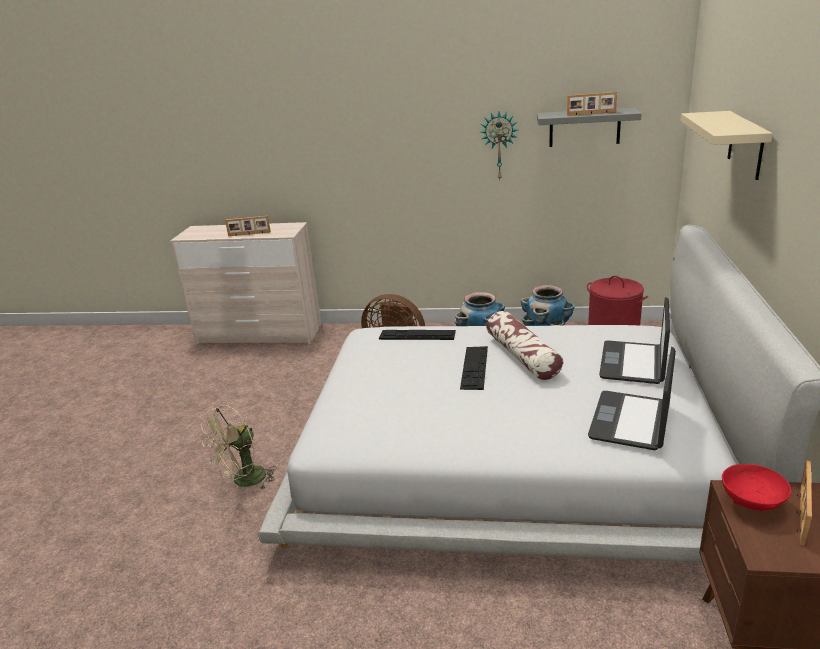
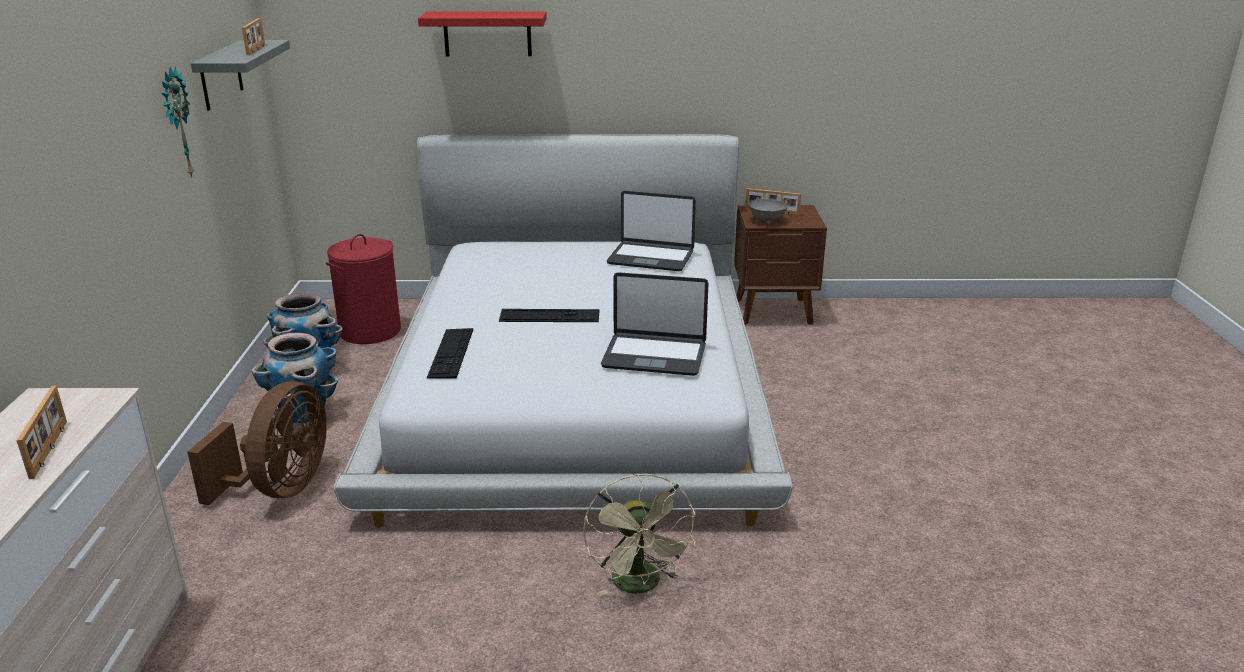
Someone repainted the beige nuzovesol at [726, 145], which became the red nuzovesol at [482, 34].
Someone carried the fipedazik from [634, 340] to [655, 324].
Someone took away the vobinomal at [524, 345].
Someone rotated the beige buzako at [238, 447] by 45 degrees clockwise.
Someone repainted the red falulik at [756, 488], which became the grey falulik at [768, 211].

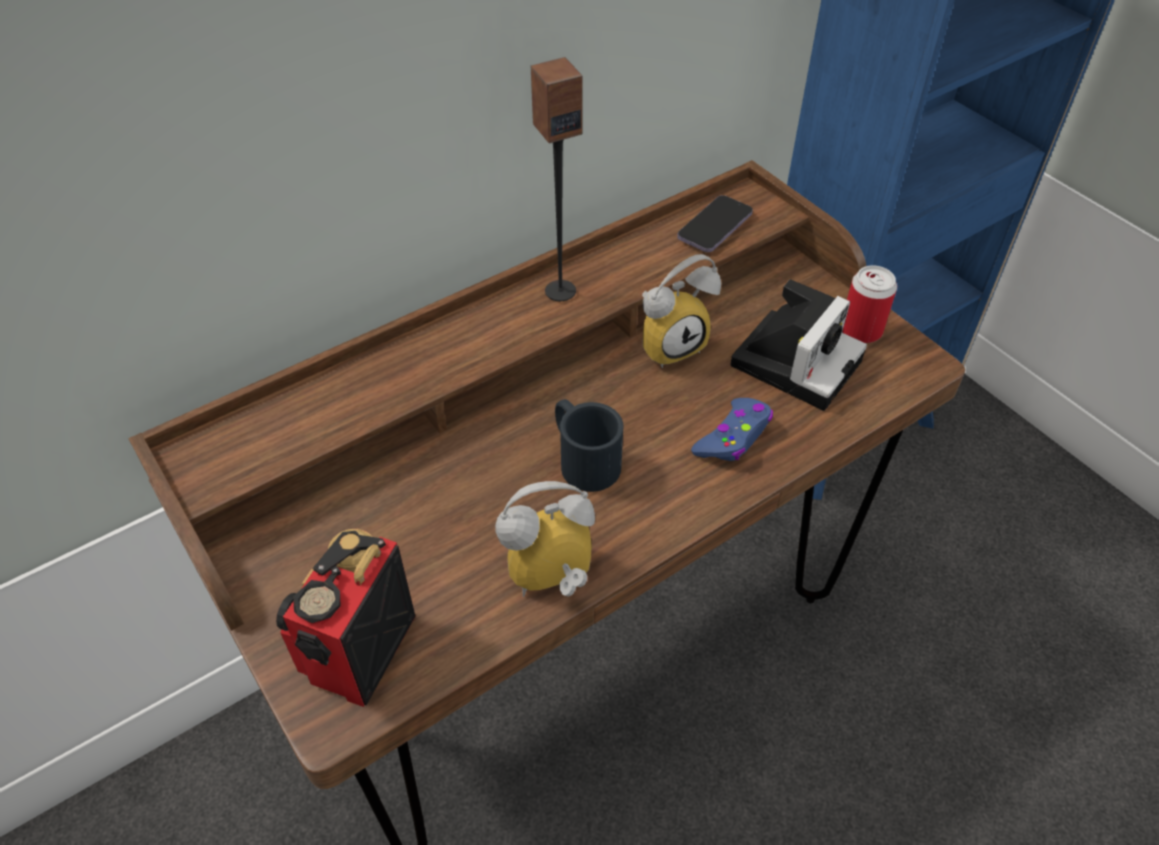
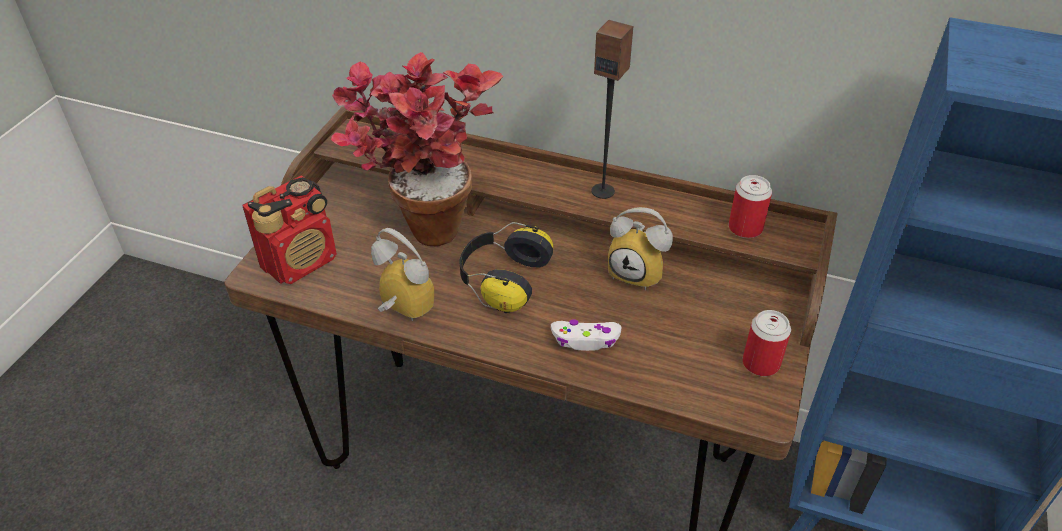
Someone swapped the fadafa at [715, 223] for the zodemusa at [750, 206].
Someone took away the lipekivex at [798, 345].
Someone repainted the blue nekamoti at [732, 429], which became the white nekamoti at [586, 335].
Someone swapped the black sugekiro at [589, 445] for the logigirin at [506, 267].
Someone rotated the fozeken at [345, 618] by 150 degrees clockwise.
Someone put down the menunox at [417, 149].

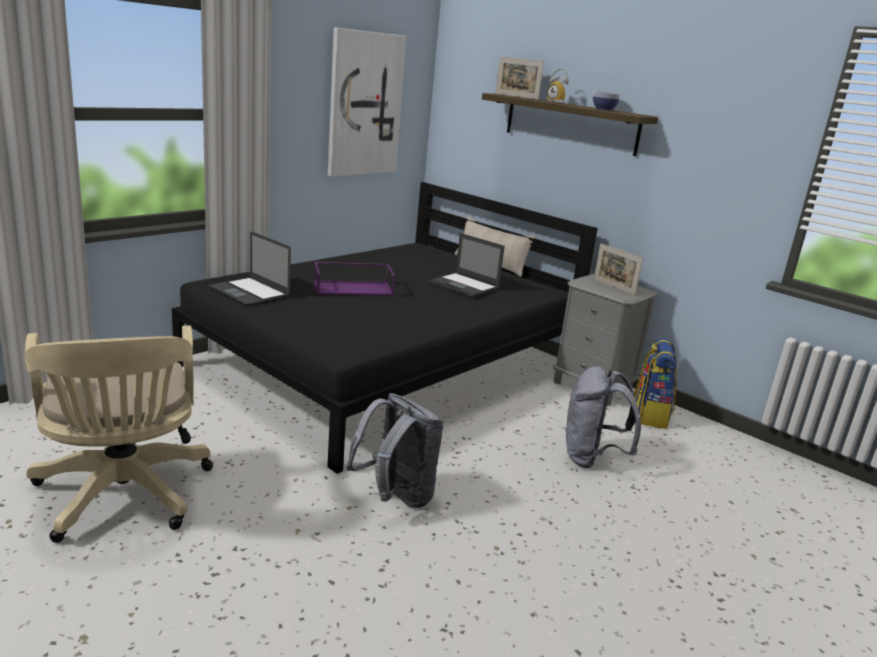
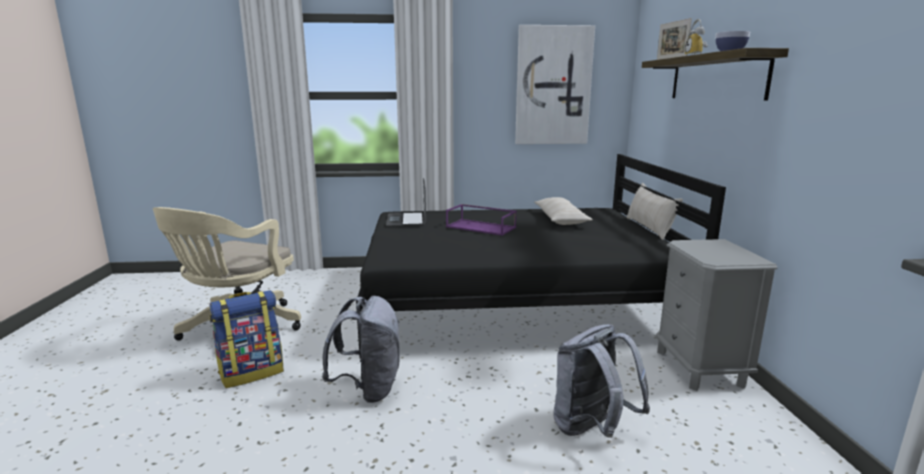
Someone took away the fipedazik at [467, 265].
Someone took away the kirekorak at [618, 269].
Someone carried the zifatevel from [655, 383] to [247, 339].
Someone put down the beige vobinomal at [563, 211].

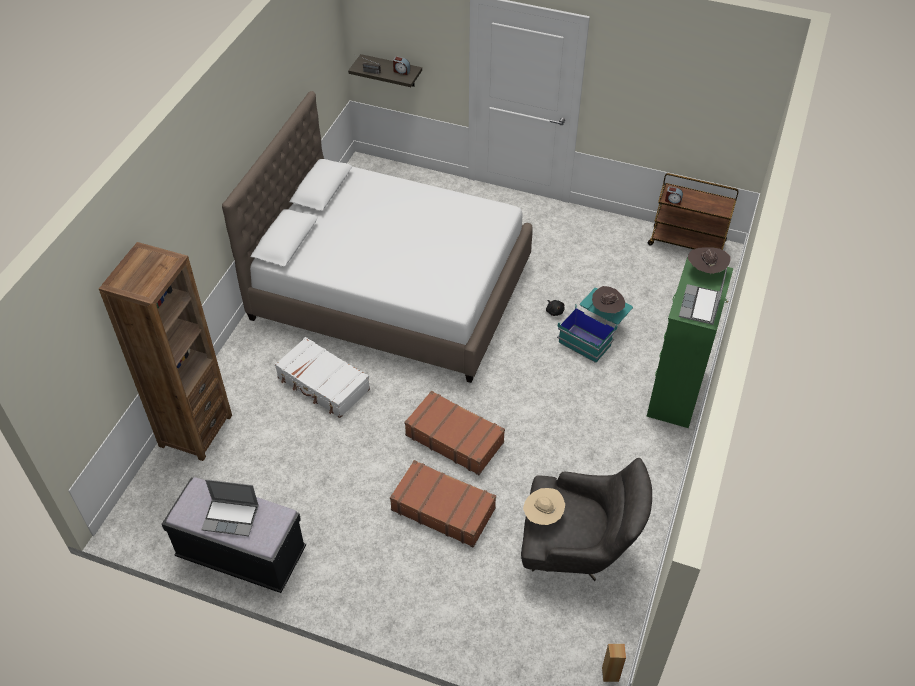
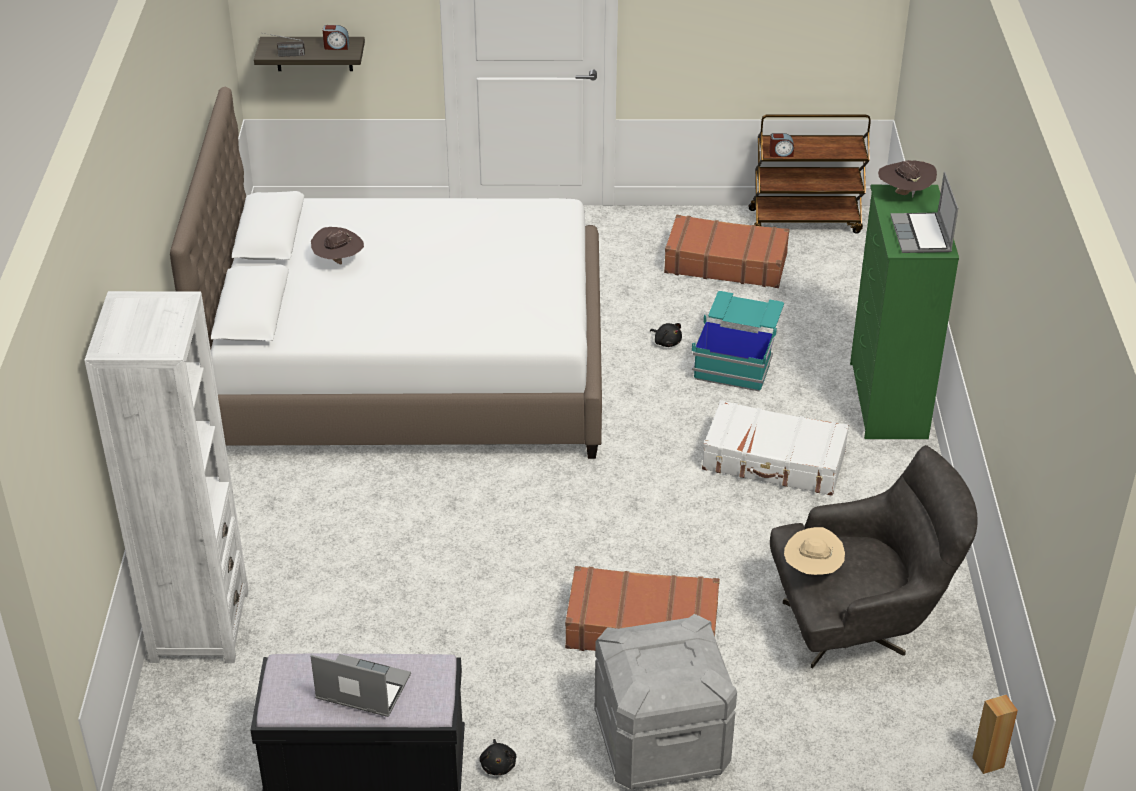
Someone repainted the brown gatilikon at [165, 351], which became the white gatilikon at [166, 477].
Someone carried the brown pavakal from [608, 299] to [337, 245].
Someone carried the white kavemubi from [322, 377] to [775, 448].
Someone carried the brown kavemubi from [454, 433] to [726, 251].
Someone rotated the fipedazik at [230, 507] by 150 degrees counterclockwise.
Someone put down the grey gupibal at [666, 702].
Someone put down the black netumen at [498, 757].

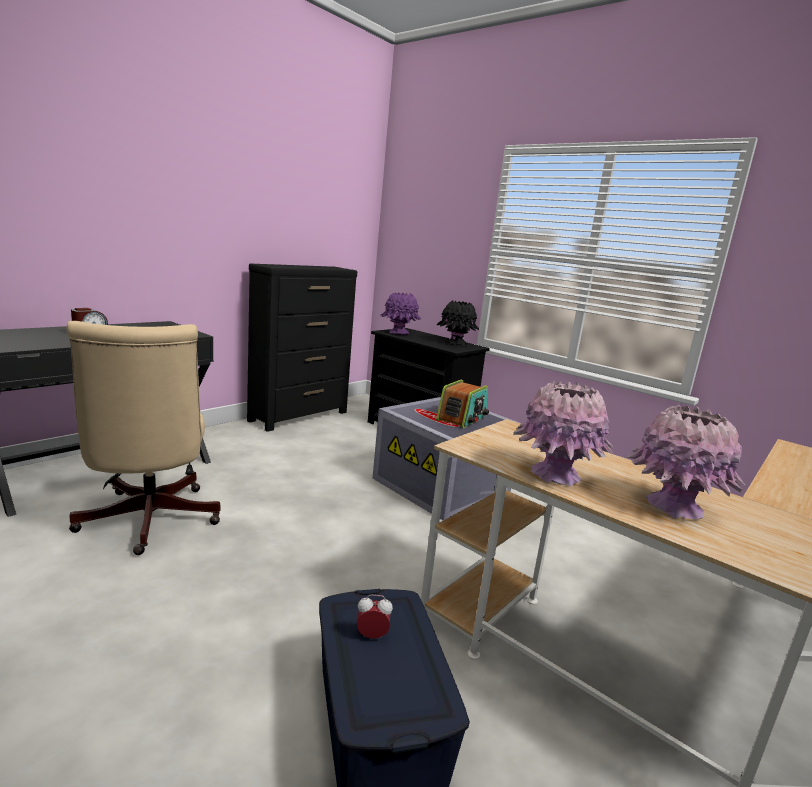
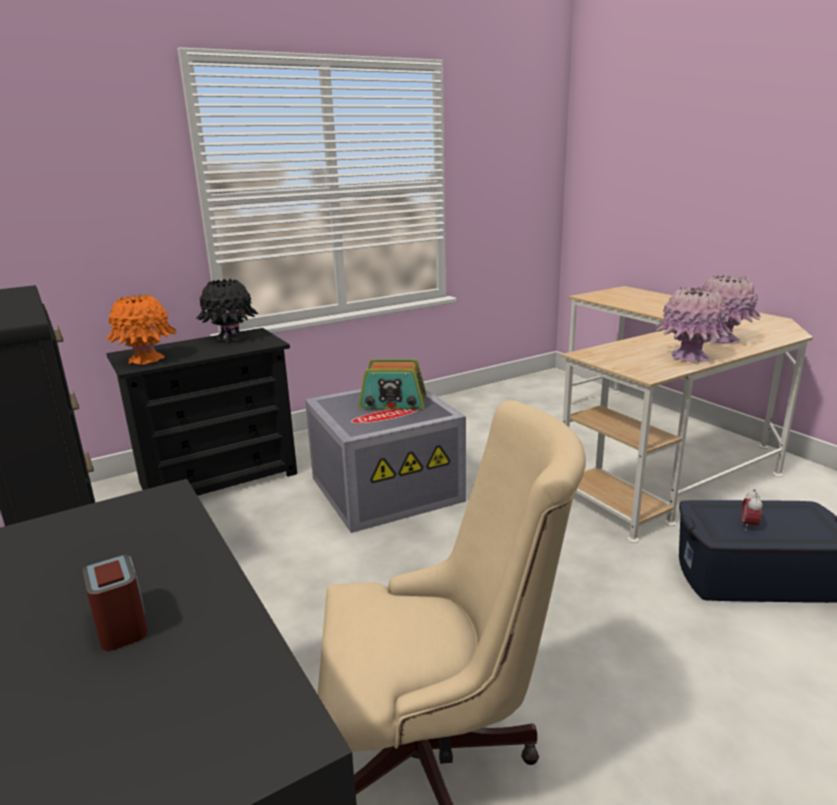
Someone repainted the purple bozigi at [401, 313], which became the orange bozigi at [141, 329].
Someone rotated the fozeken at [462, 404] by 135 degrees clockwise.

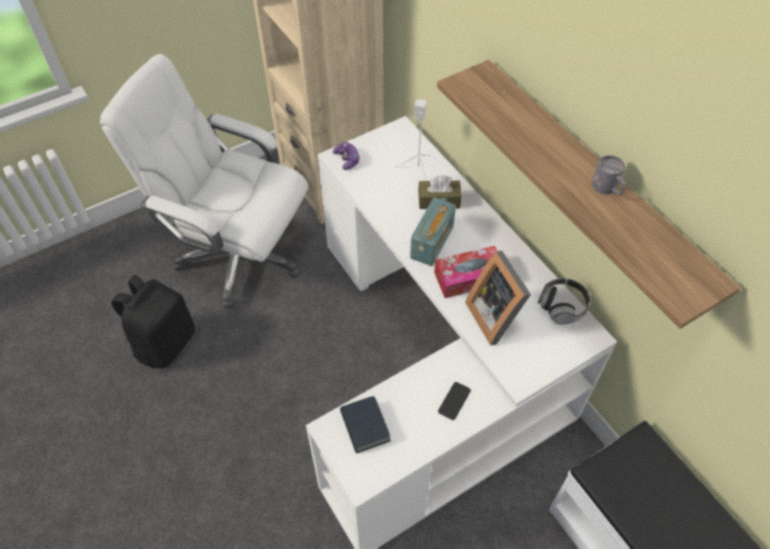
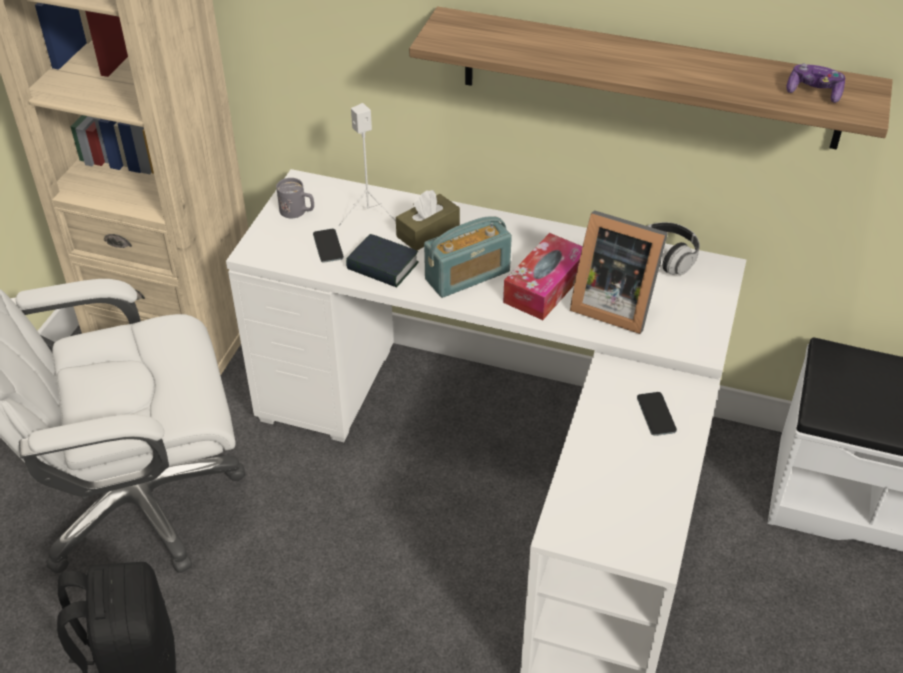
Someone carried the nekamoti from [346, 156] to [815, 83].
Someone carried the grey sugekiro from [609, 175] to [295, 198].
Someone rotated the fozeken at [433, 231] by 75 degrees clockwise.
Someone carried the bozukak from [365, 424] to [382, 260].
Someone put down the fadafa at [328, 246].

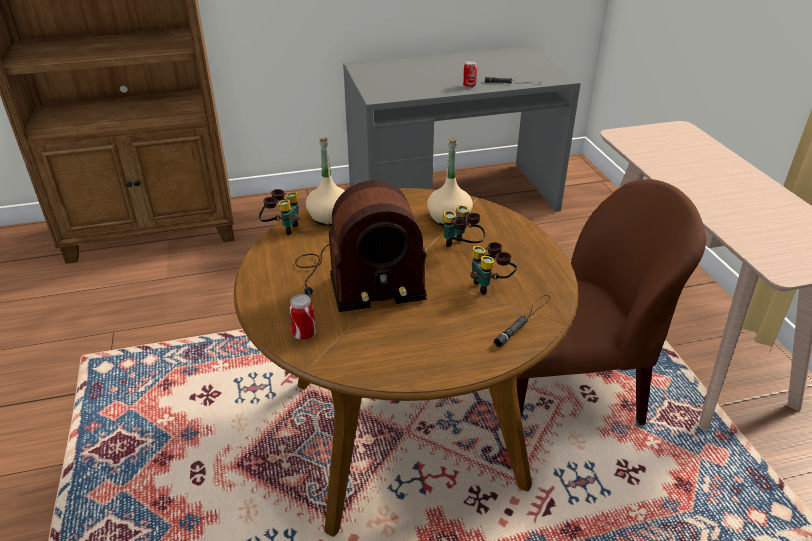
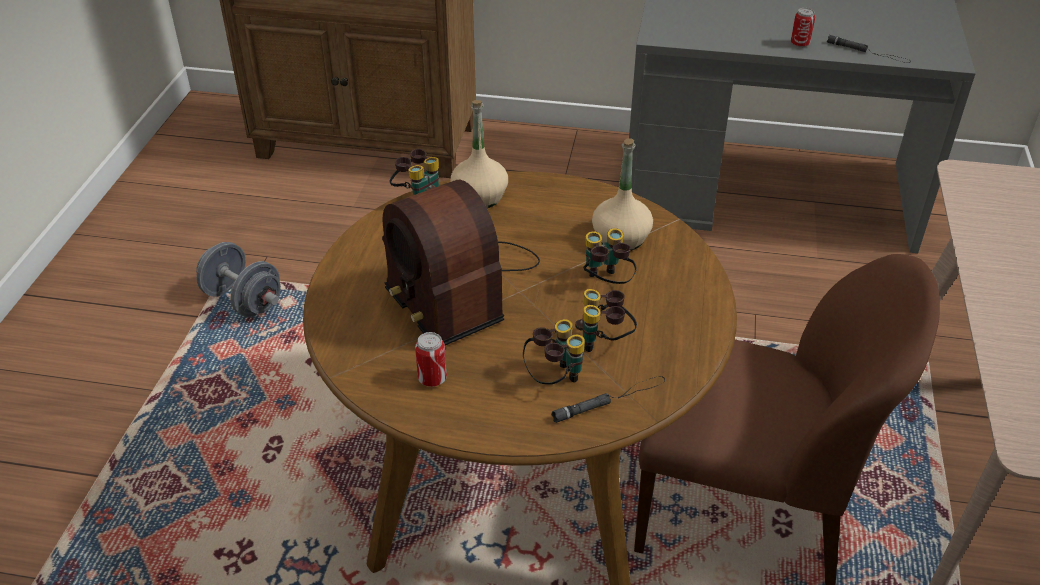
Someone rotated the fozeken at [361, 246] by 45 degrees clockwise.
Someone carried the zodemusa from [302, 317] to [431, 359].
Someone put down the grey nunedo at [238, 279].
Someone put down the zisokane at [554, 352].

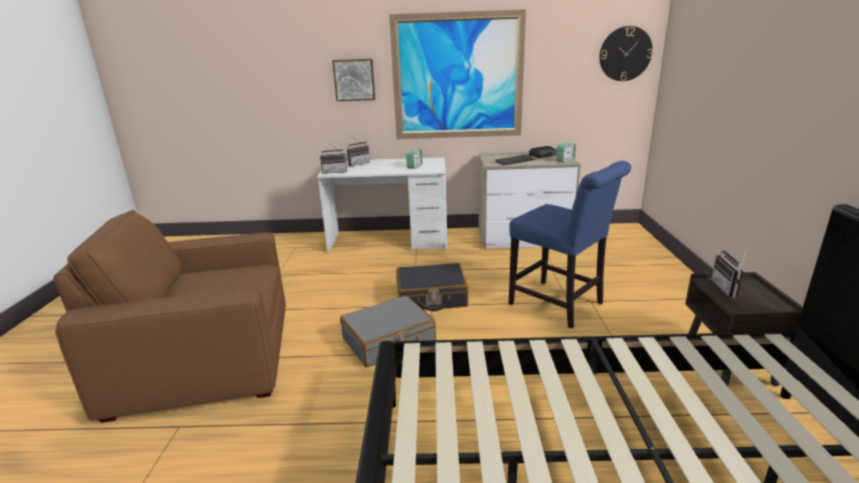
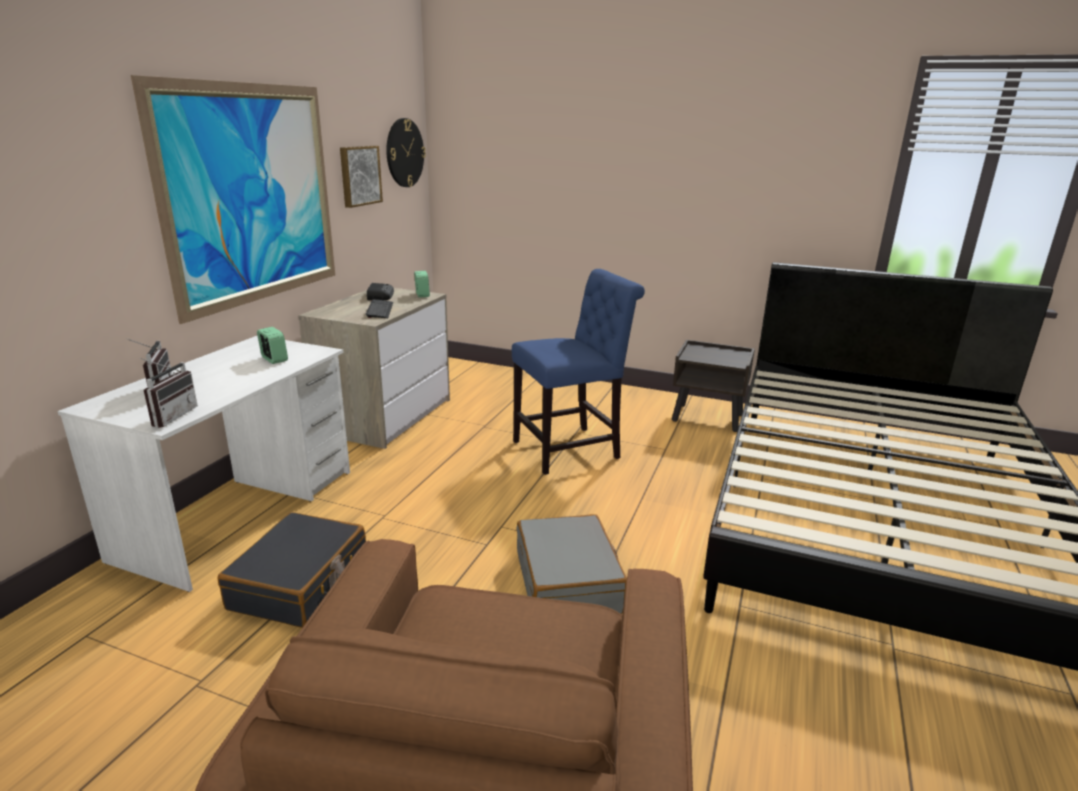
Someone carried the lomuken from [353, 80] to [361, 177].
Someone took away the fozeken at [729, 272].
Someone carried the black kavemubi from [432, 287] to [292, 570].

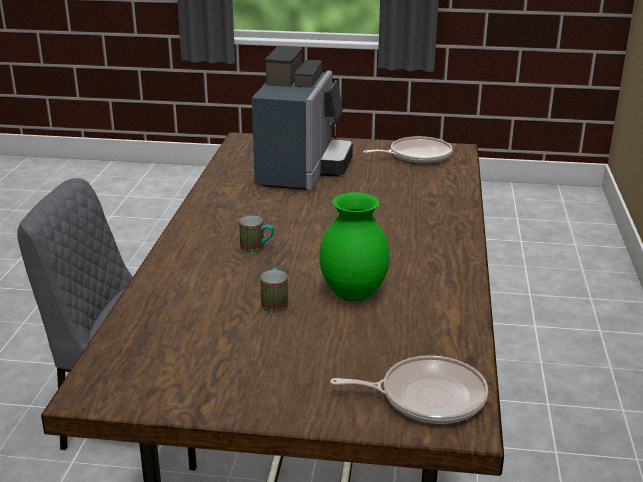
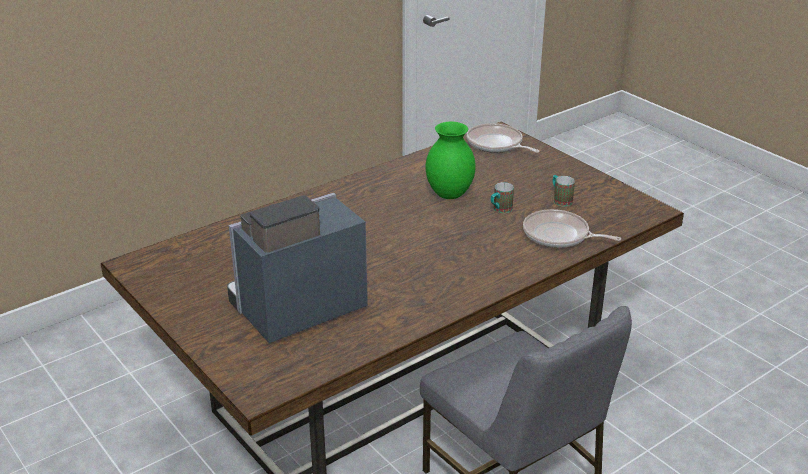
Someone carried the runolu from [408, 150] to [572, 228].
Someone carried the sugekiro from [256, 234] to [564, 190].

